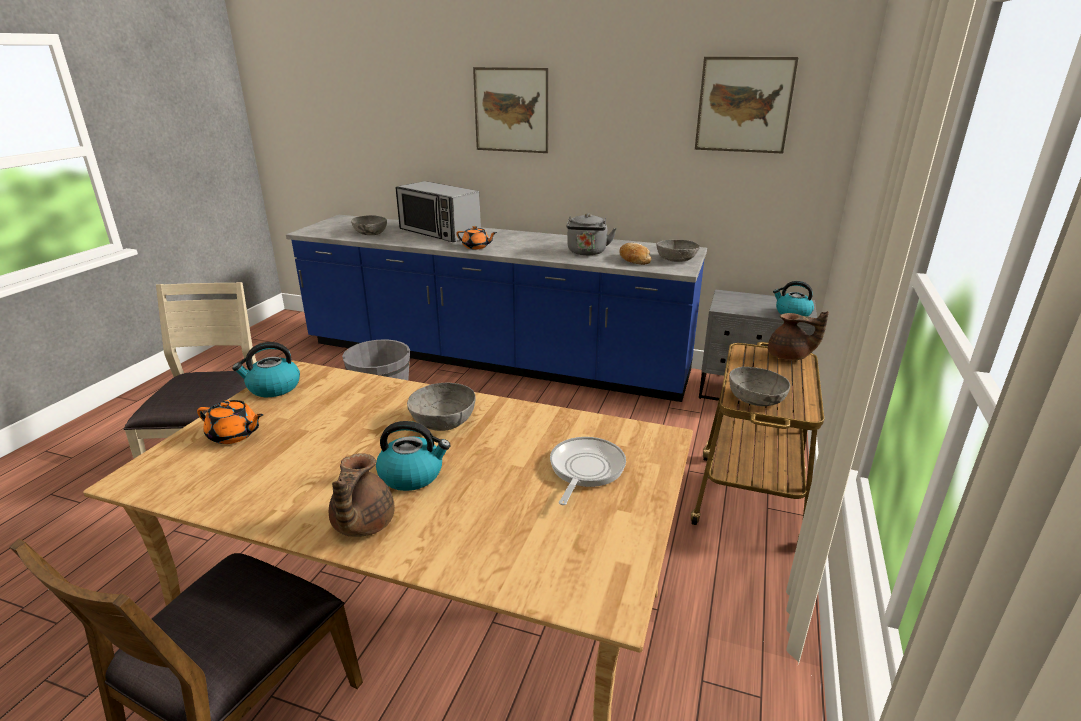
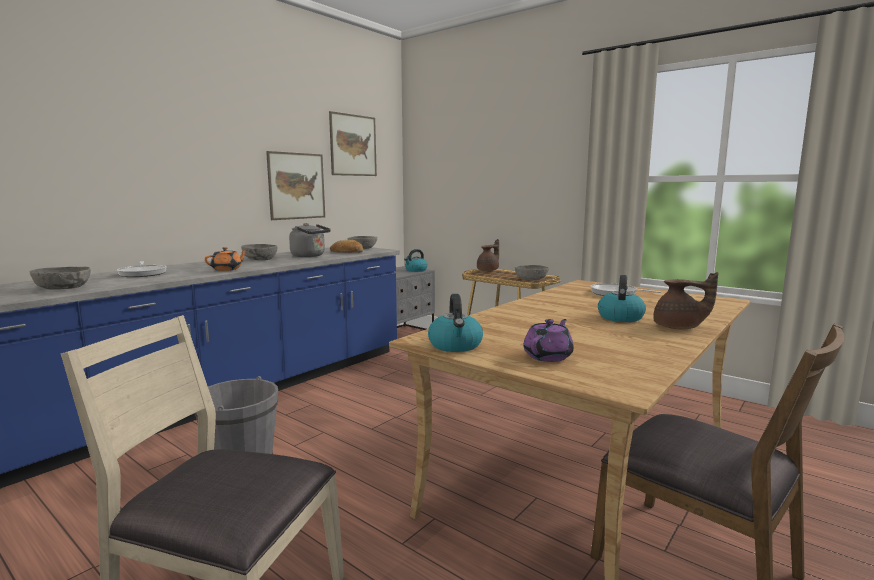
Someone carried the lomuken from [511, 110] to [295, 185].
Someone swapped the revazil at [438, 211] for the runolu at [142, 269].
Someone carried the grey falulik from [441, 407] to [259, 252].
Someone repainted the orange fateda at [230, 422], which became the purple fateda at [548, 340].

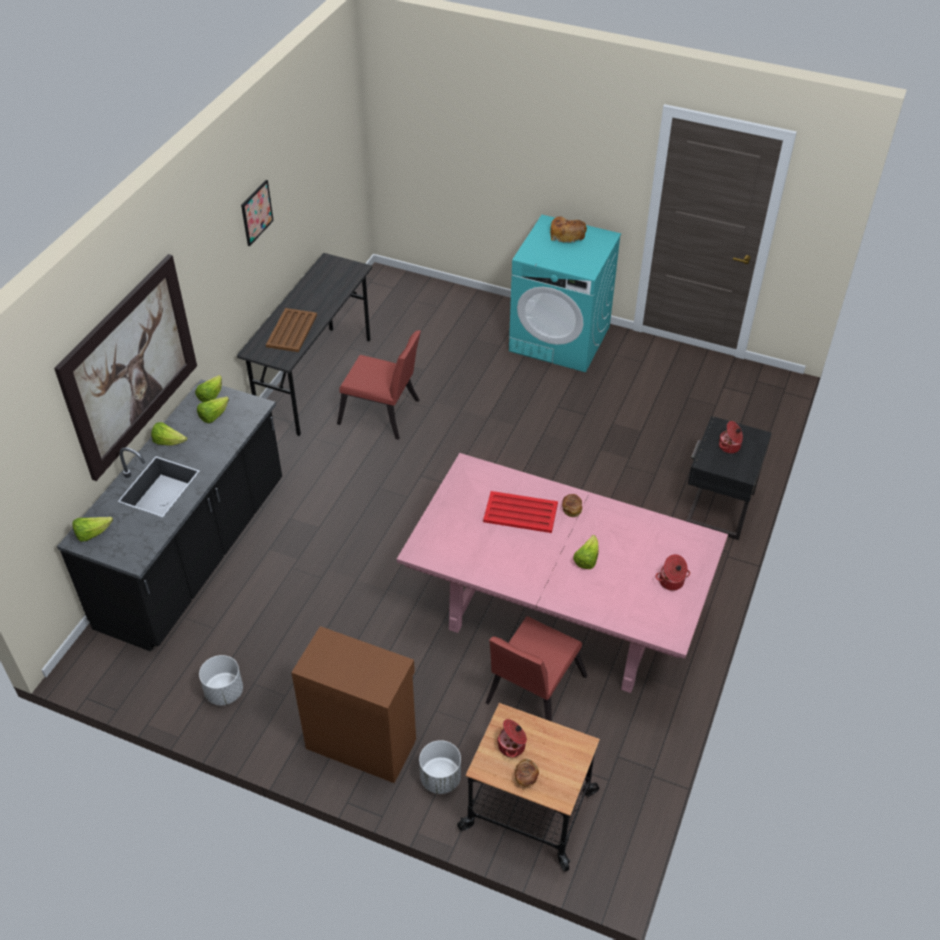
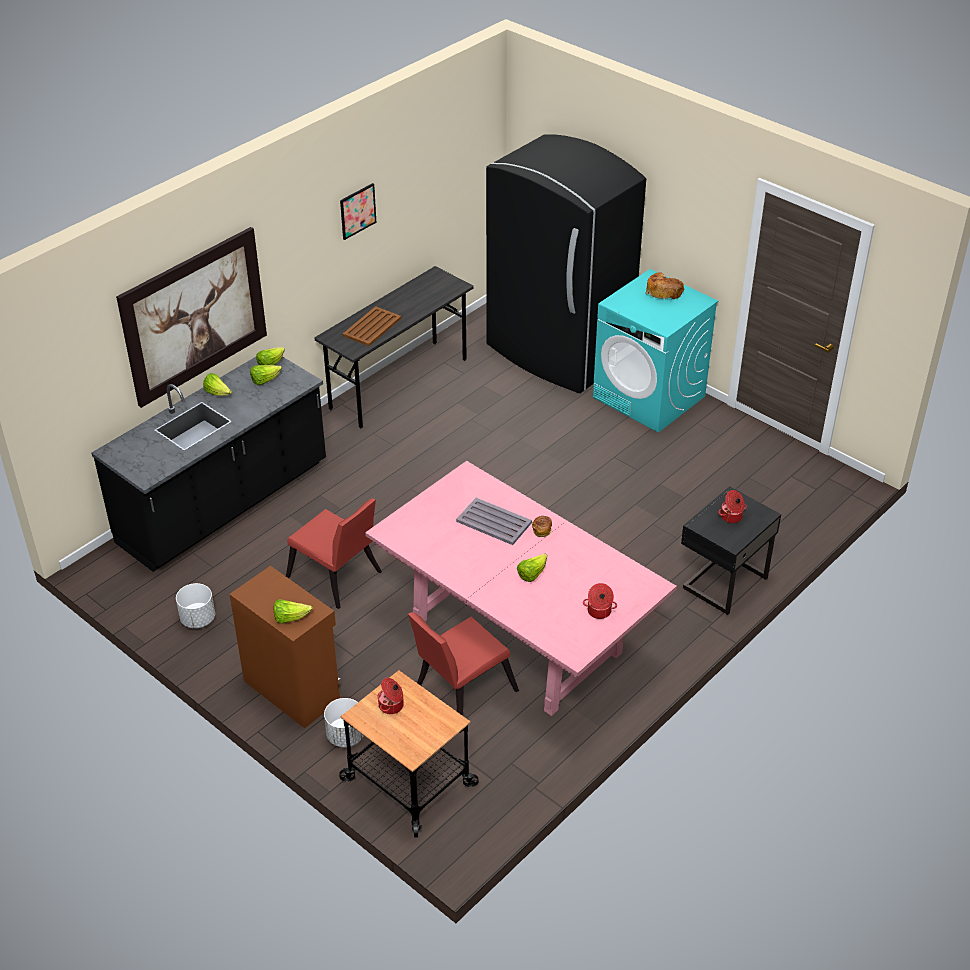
Someone carried the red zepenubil from [379, 385] to [334, 553].
Someone repainted the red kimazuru at [520, 512], which became the grey kimazuru at [494, 521].
Someone carried the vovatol from [92, 529] to [293, 611].
Someone took away the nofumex at [526, 772].
Someone put down the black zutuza at [566, 264].

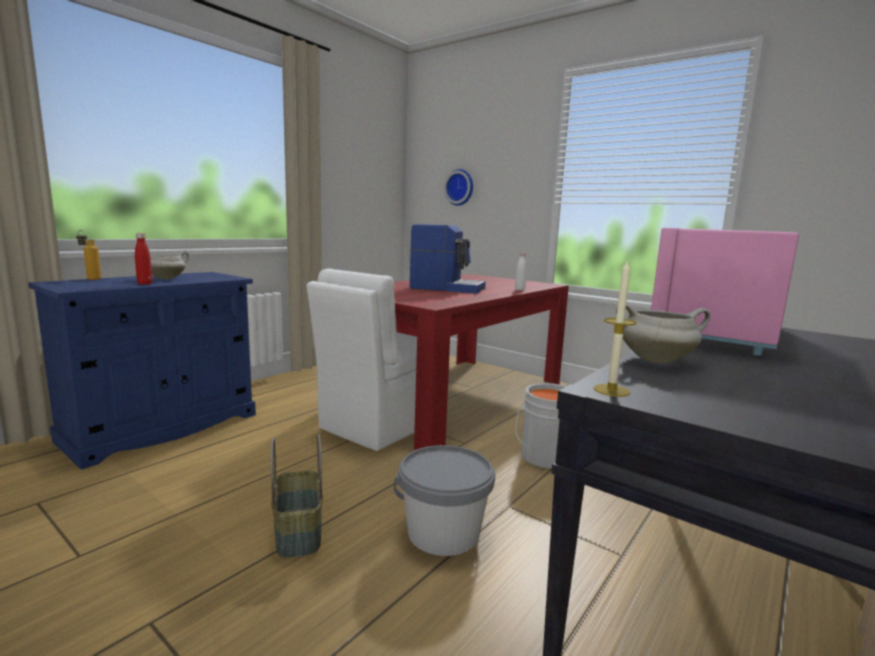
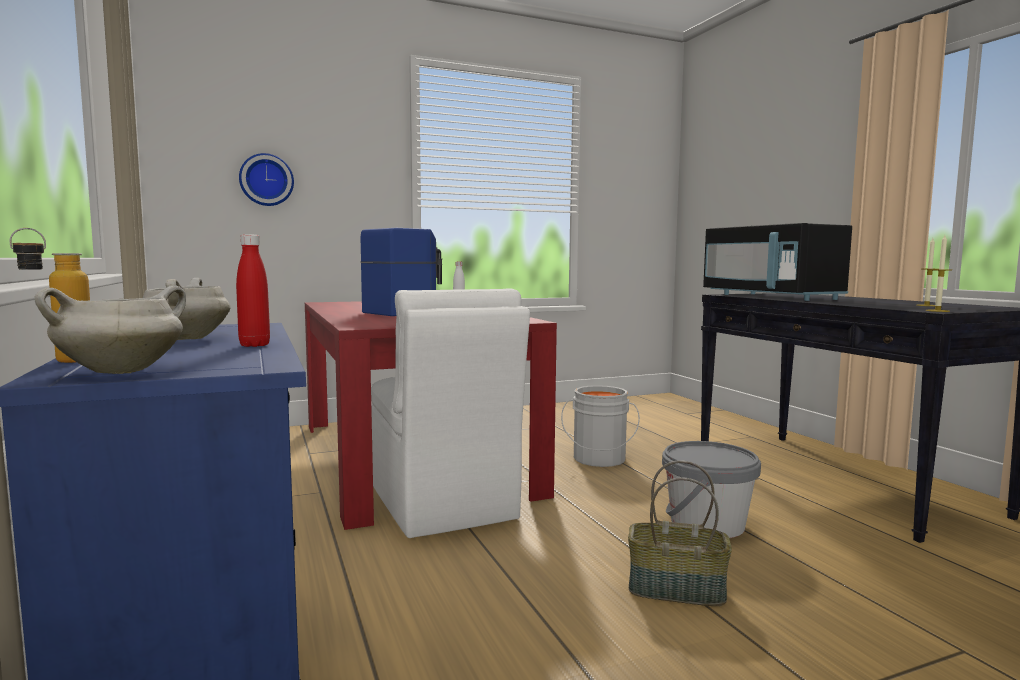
Someone repainted the pink revazil at [725, 292], which became the black revazil at [777, 262].
Someone carried the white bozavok from [663, 333] to [110, 330].
Someone put down the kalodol at [926, 272].

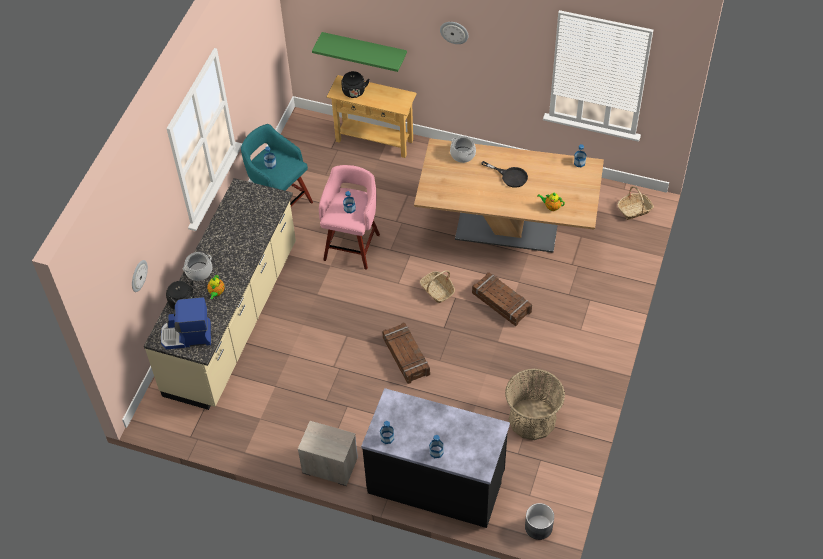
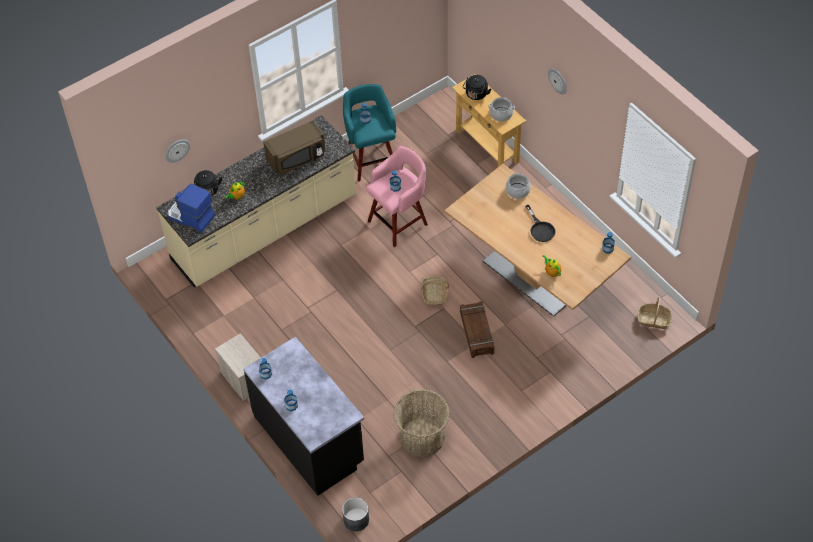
Someone took away the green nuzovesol at [359, 52].
Someone carried the bozavok from [197, 266] to [501, 109].
Someone took away the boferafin at [406, 353].
Someone put down the brown revazil at [294, 147].

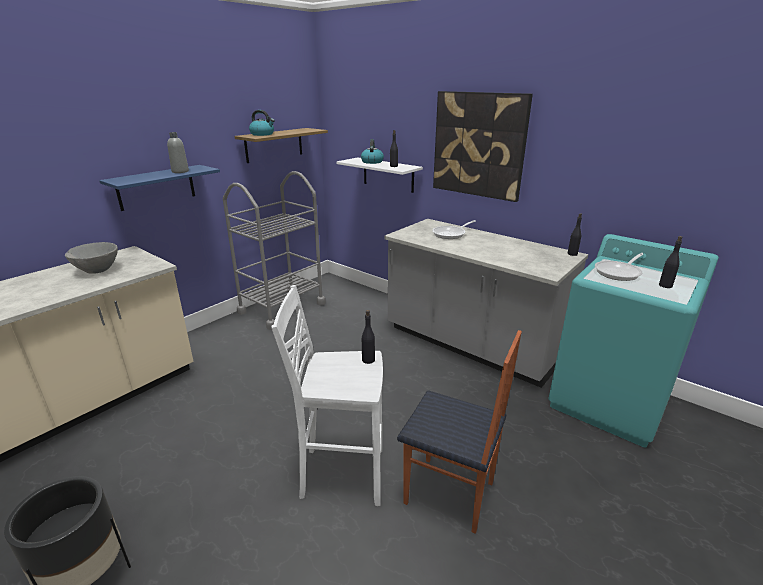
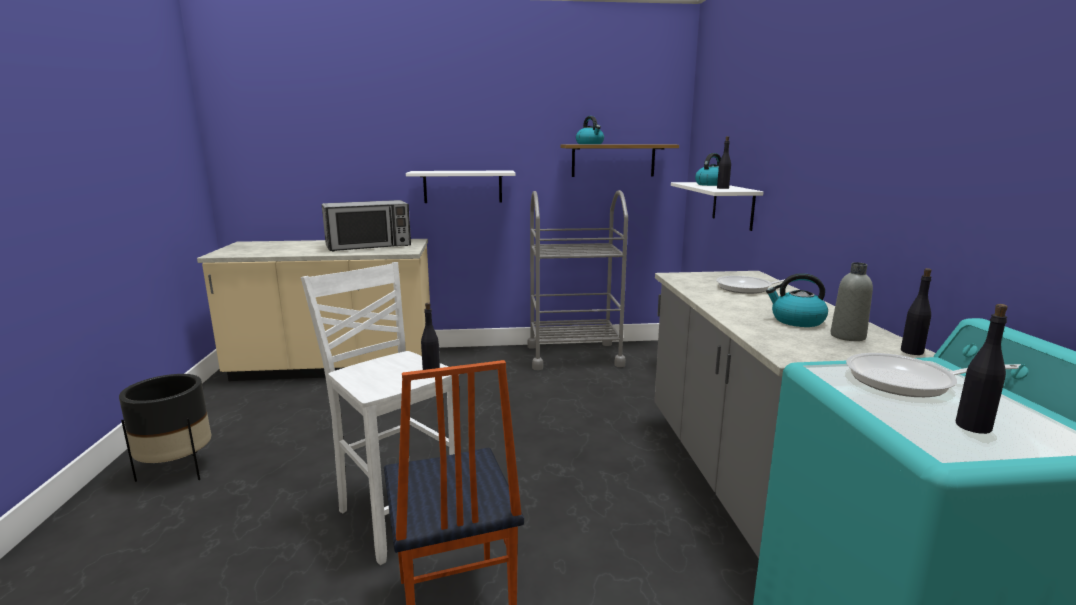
Someone took away the lomuken at [483, 146].
Someone carried the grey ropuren from [178, 152] to [852, 301].
Someone repainted the blue nuzovesol at [159, 188], which became the white nuzovesol at [461, 186].
Someone swapped the grey falulik at [91, 258] for the revazil at [366, 225].
Someone put down the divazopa at [797, 300].

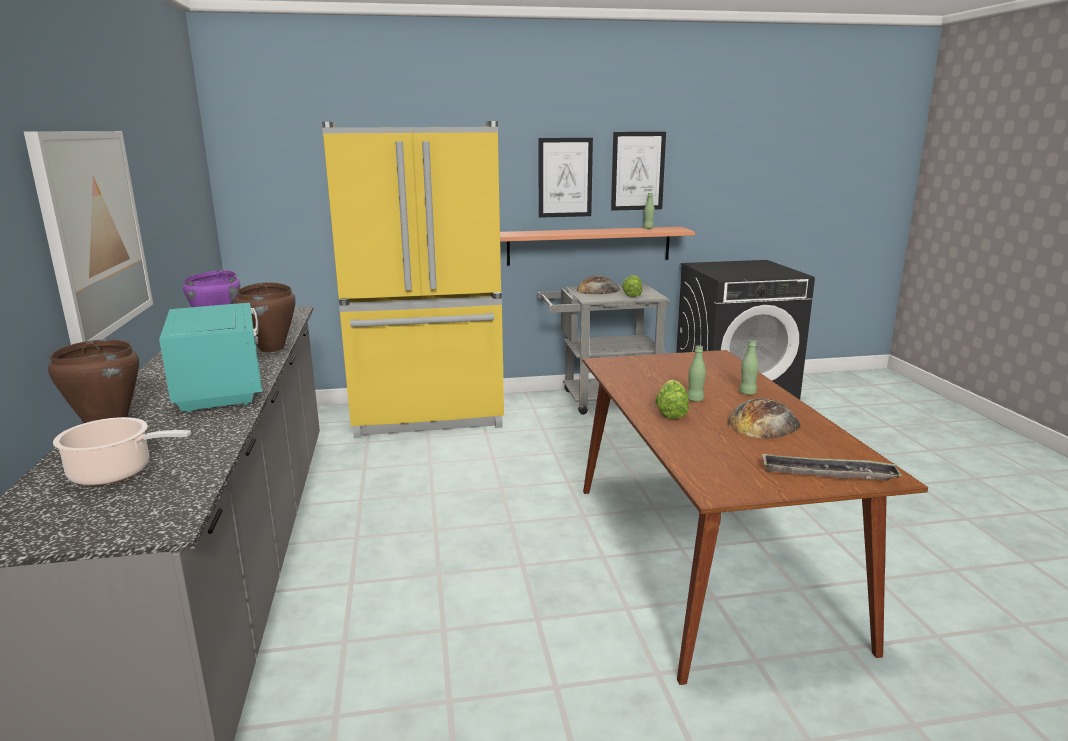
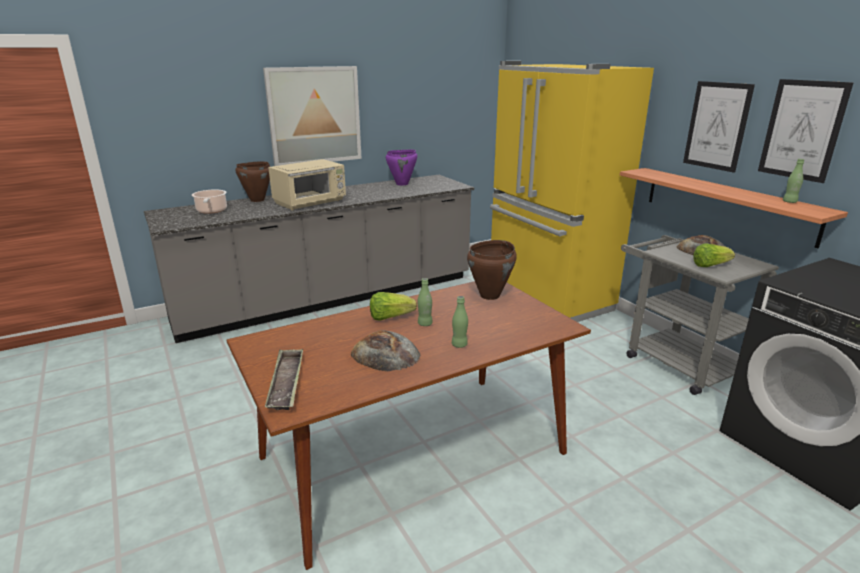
Someone carried the brown bozavok from [265, 317] to [492, 270].
Someone repainted the turquoise revazil at [210, 357], which became the beige revazil at [307, 185].

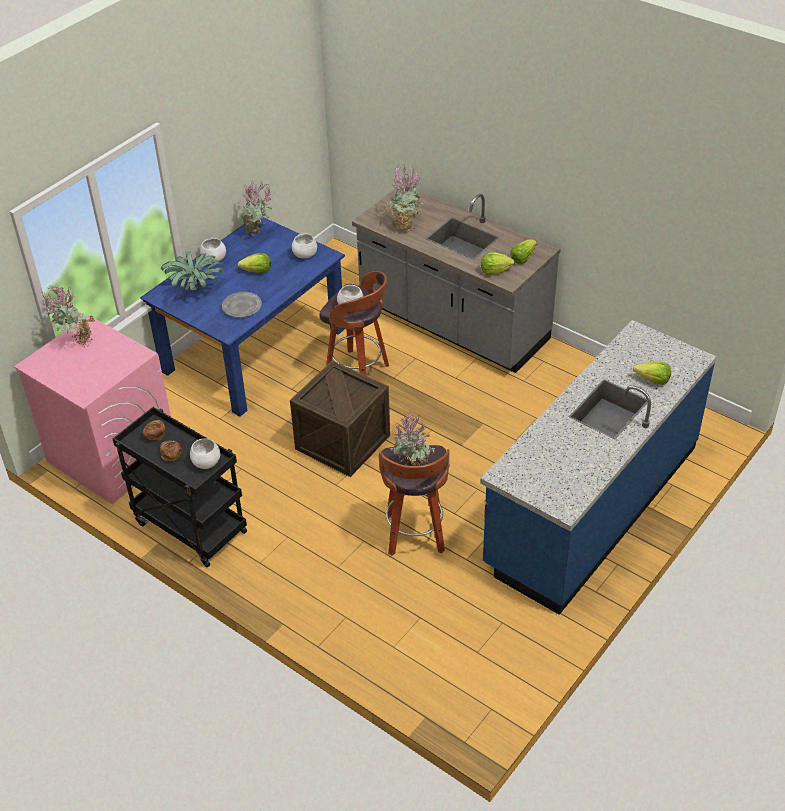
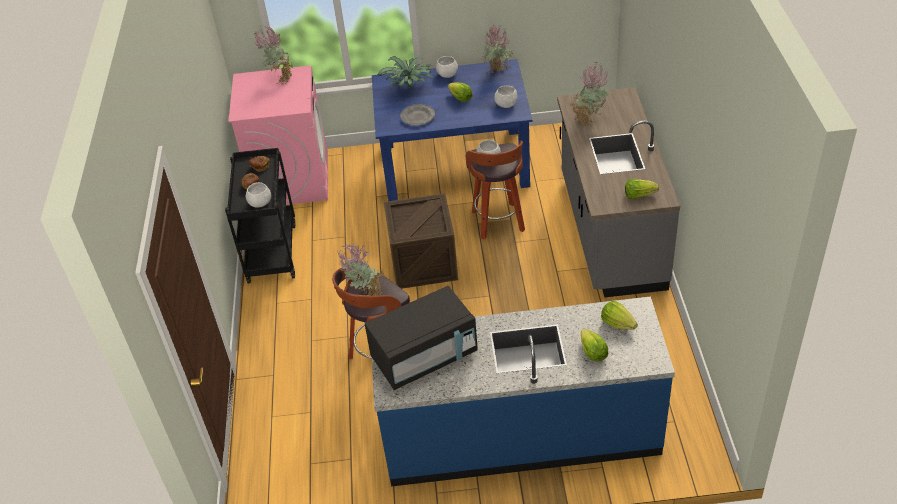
Someone carried the vovatol from [498, 263] to [619, 315].
Someone put down the black revazil at [421, 338].

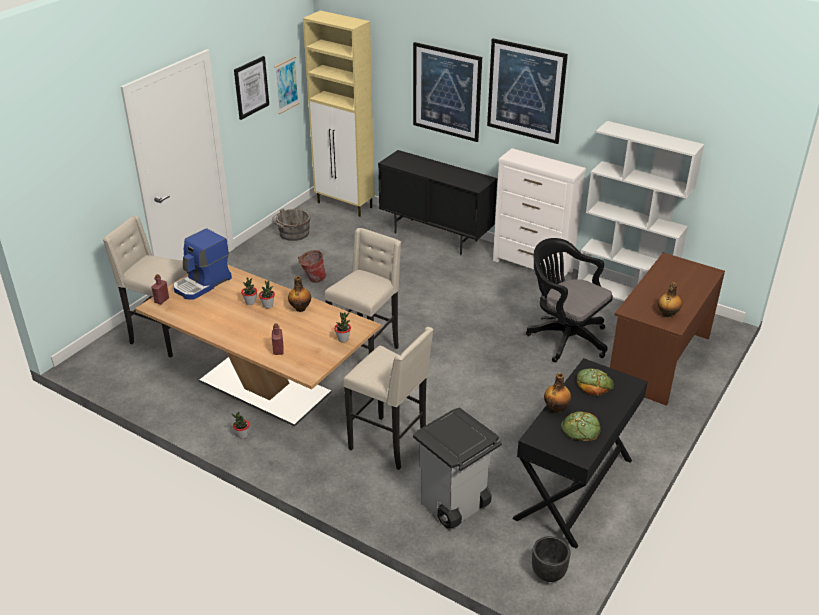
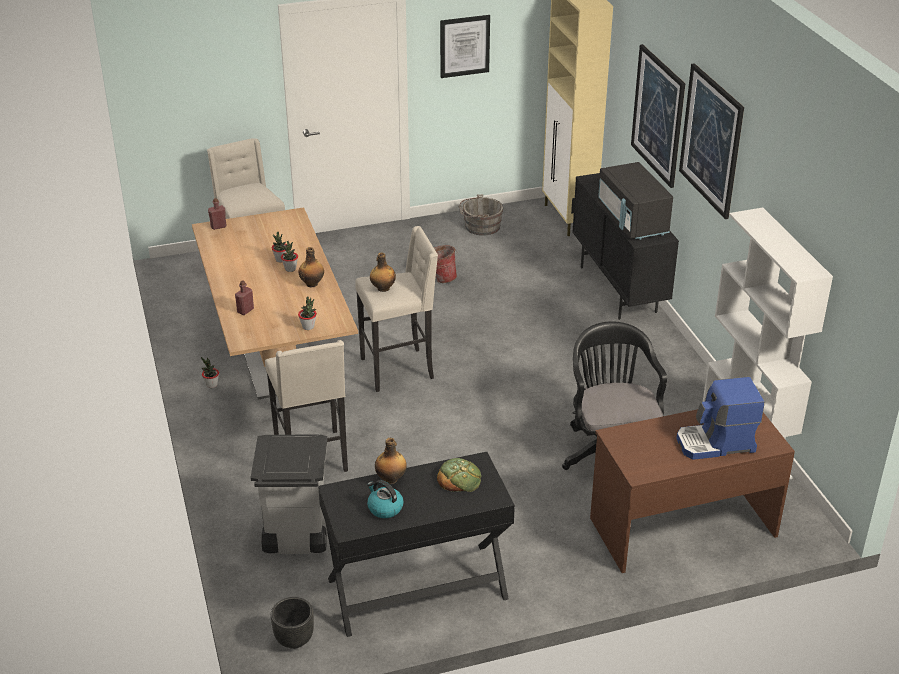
Someone took away the lomuken at [287, 85].
Someone took away the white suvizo at [539, 214].
Someone carried the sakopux from [203, 264] to [720, 418].
Someone carried the ropuren from [670, 299] to [383, 272].
Someone swapped the nofumex at [580, 426] for the divazopa at [385, 499].
Someone put down the black revazil at [635, 201].

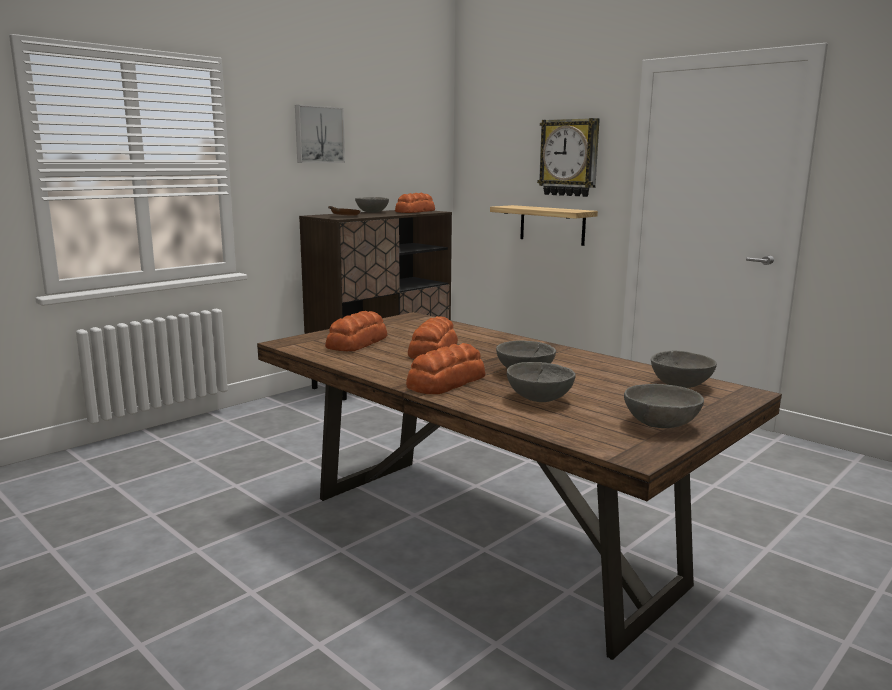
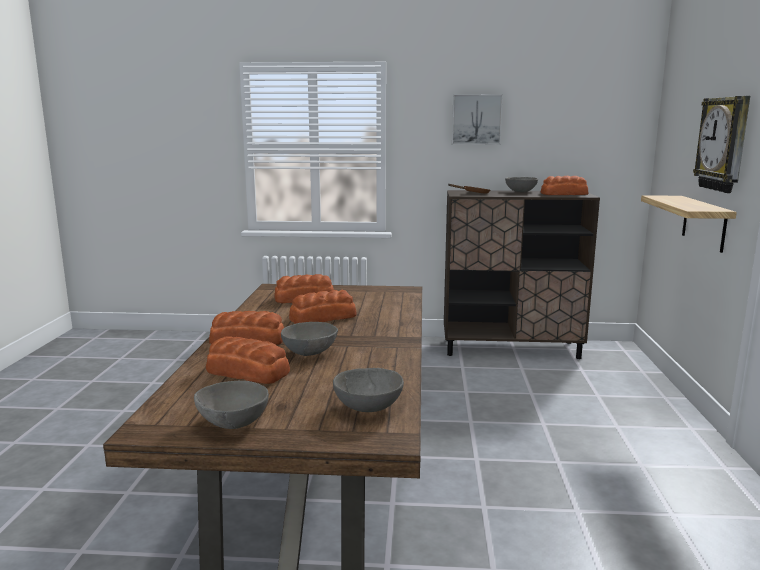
Someone swapped the grey falulik at [541, 382] for the nofumex at [248, 360].

